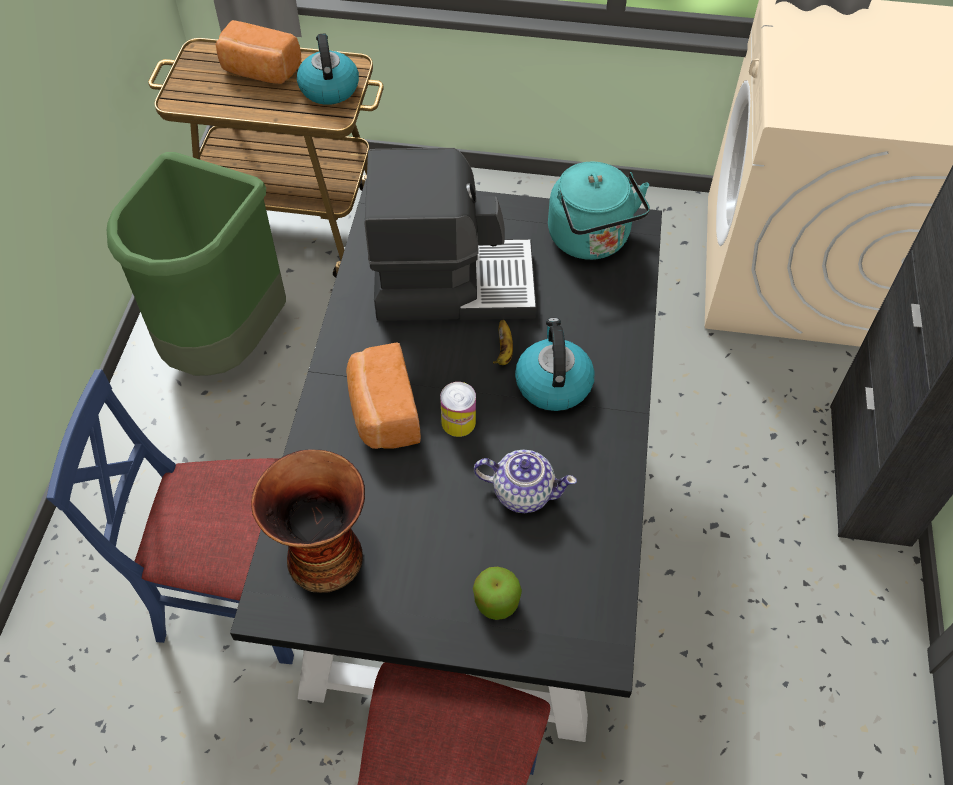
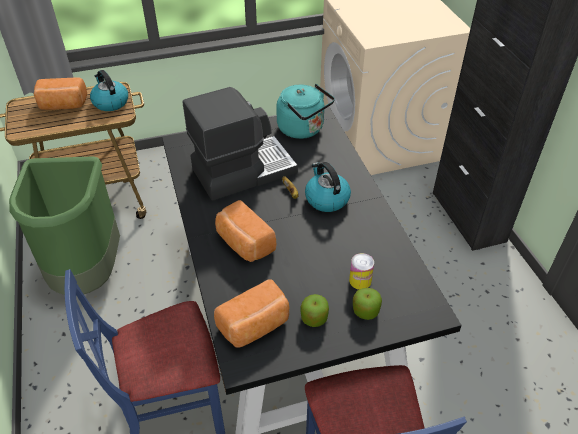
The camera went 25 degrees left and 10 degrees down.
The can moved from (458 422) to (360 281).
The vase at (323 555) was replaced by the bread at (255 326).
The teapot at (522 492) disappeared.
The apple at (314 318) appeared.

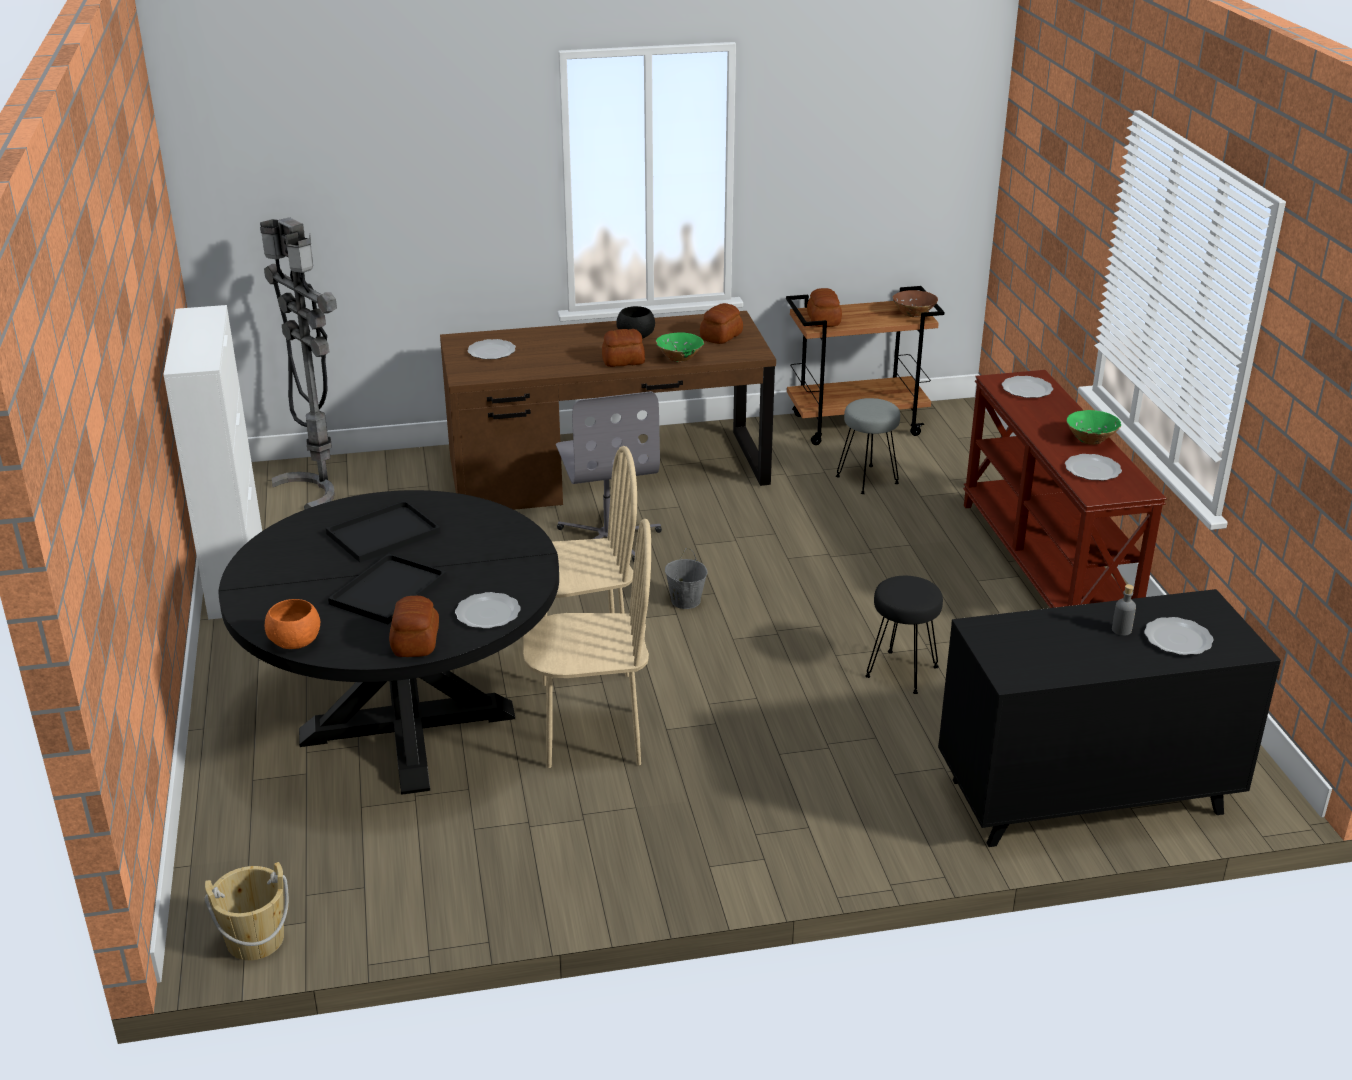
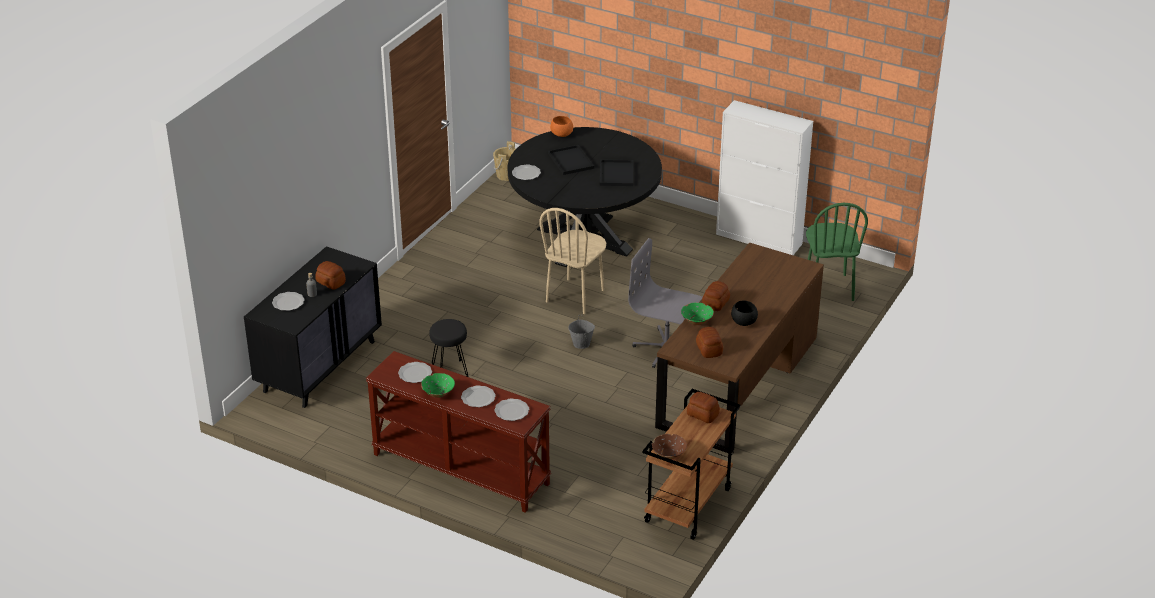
The camera went 130 degrees right and 5 degrees up.
The grey floor lamp at (319 487) was replaced by the green chair at (828 288).
The plate moved from (492 351) to (478 398).
The grey stool at (867 480) disappeared.
The beige chair at (593 739) disappeared.
The bread moved from (414 642) to (331 282).

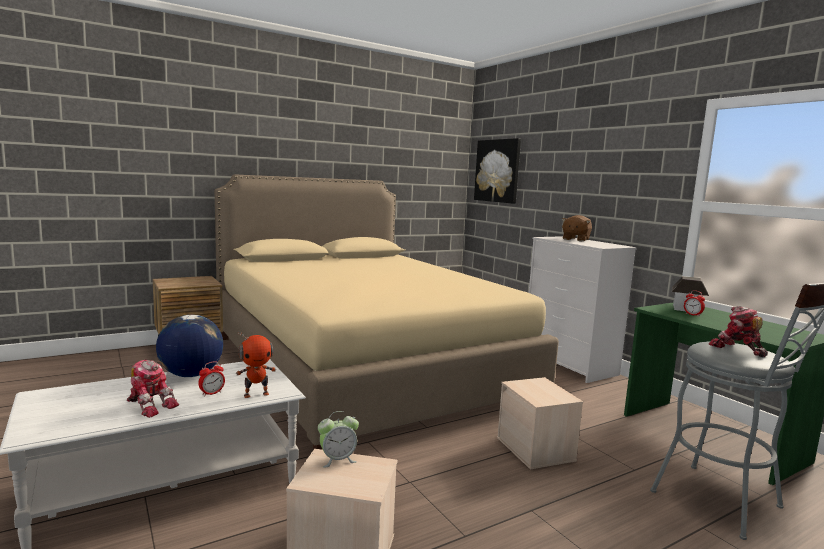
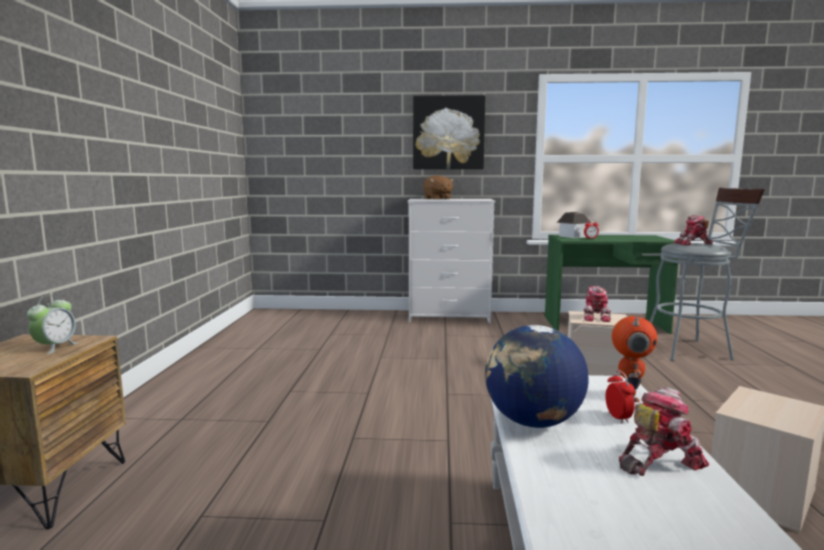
The camera went 55 degrees left and 0 degrees up.
The picture moved from (497 171) to (448 133).
The beige bed at (362 367) disappeared.
The alarm clock moved from (337 459) to (55 347).
The toy robot at (596 317) appeared.

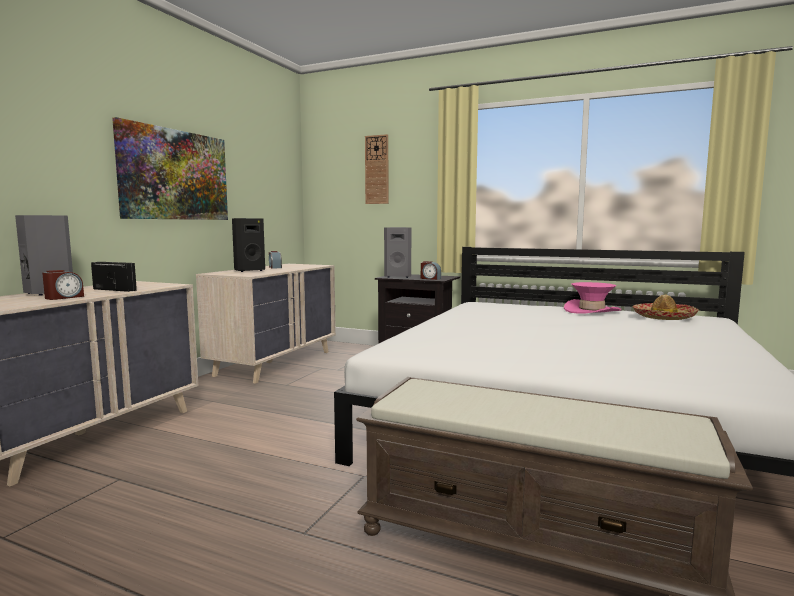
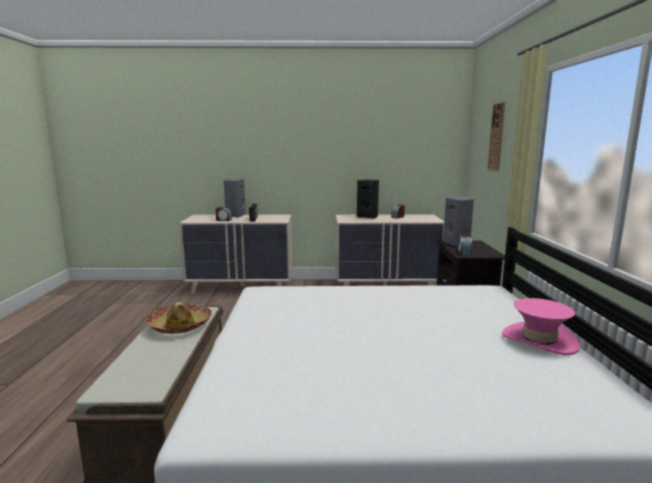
The camera went 65 degrees right and 5 degrees up.
The picture at (175 175) disappeared.
The hat moved from (664 317) to (180 325).

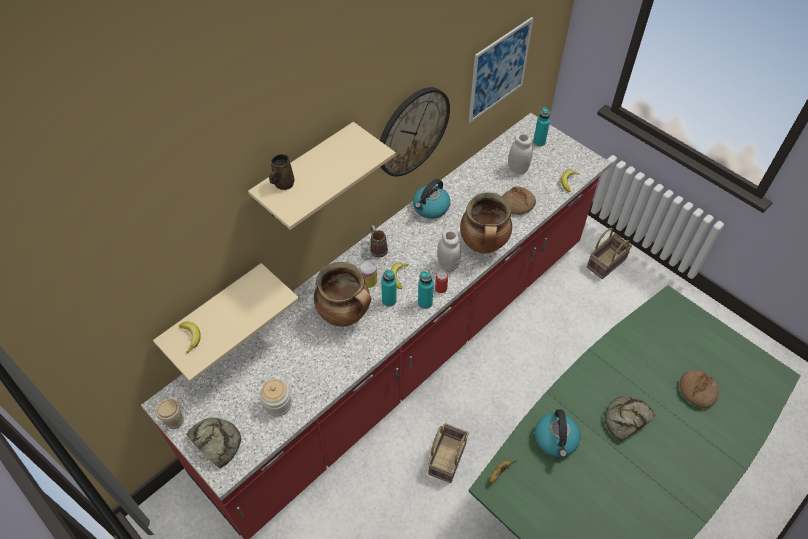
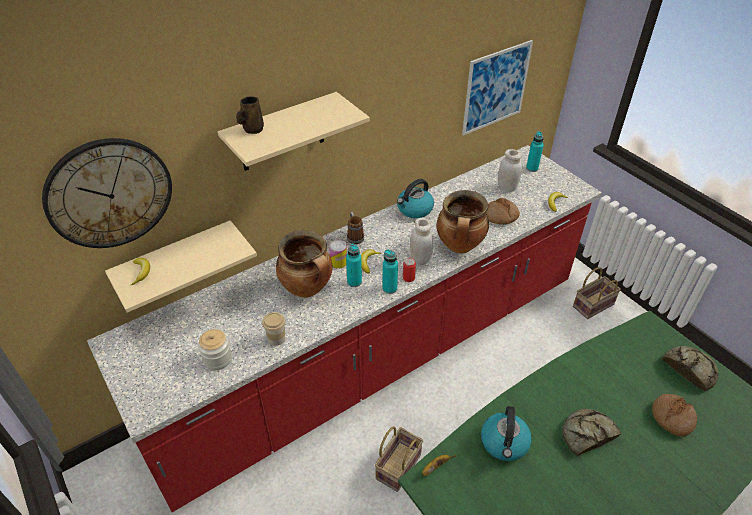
The camera went 10 degrees right and 10 degrees down.
The wall clock moved from (412 131) to (109 193).
The cup moved from (174 421) to (276 338).
The bread moved from (215 442) to (690 369).

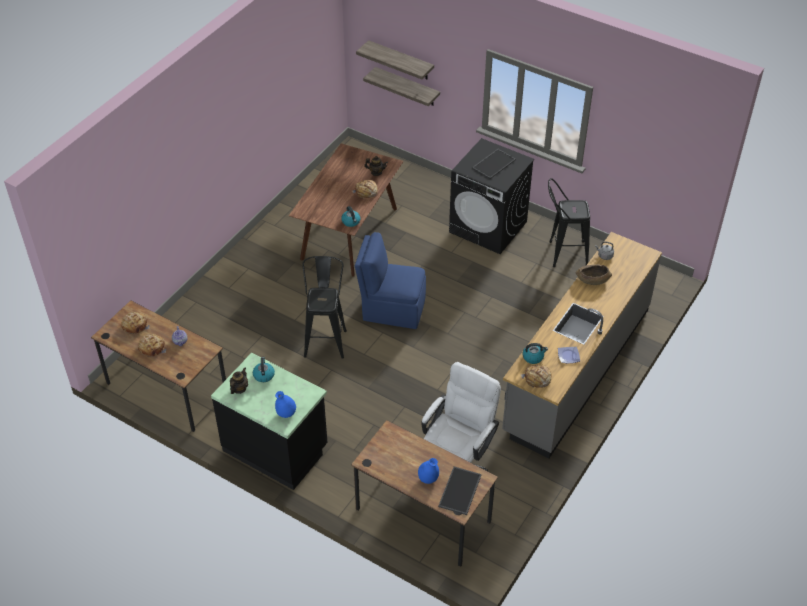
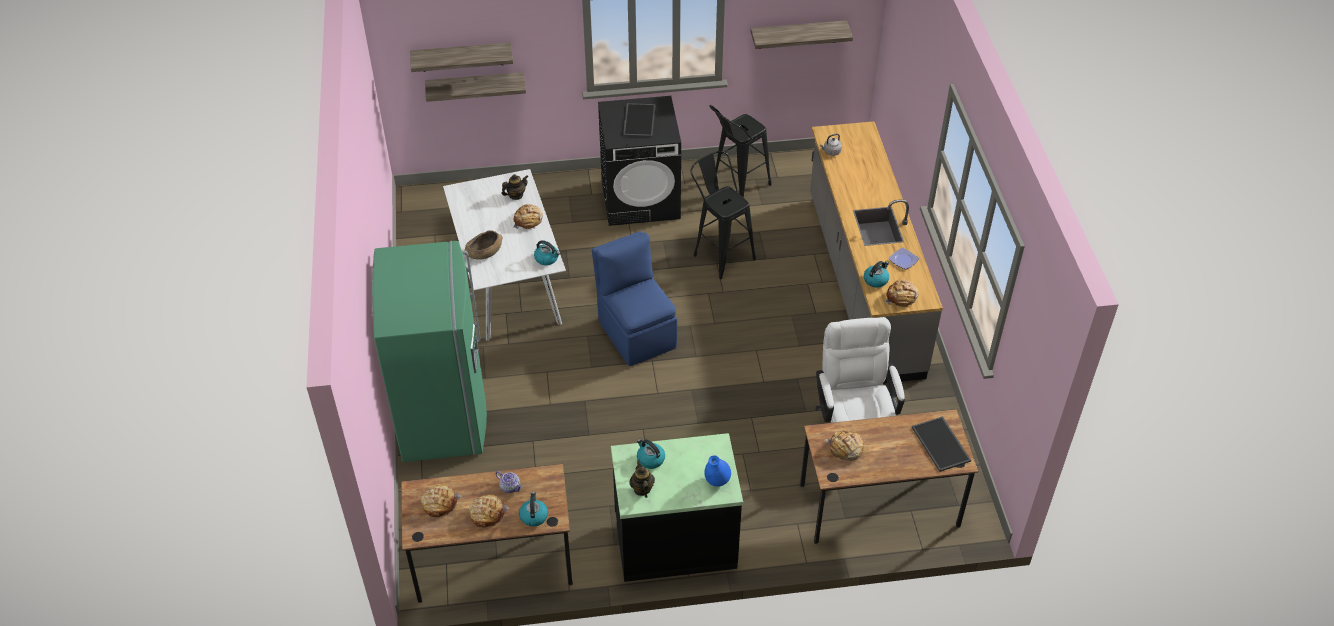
The camera went 40 degrees left and 0 degrees up.
The brown dining table at (349 233) became the white dining table at (508 284).
The blue chair at (392 309) turned 90 degrees clockwise.
The black stool moved from (326 339) to (720 253).
The brown bowl moved from (592 280) to (484 252).
The blue vase at (428 479) disappeared.
The shelf at (797 34) appeared.
The green fridge at (444 414) appeared.
The bread at (845 449) appeared.
The kettle at (533 516) appeared.

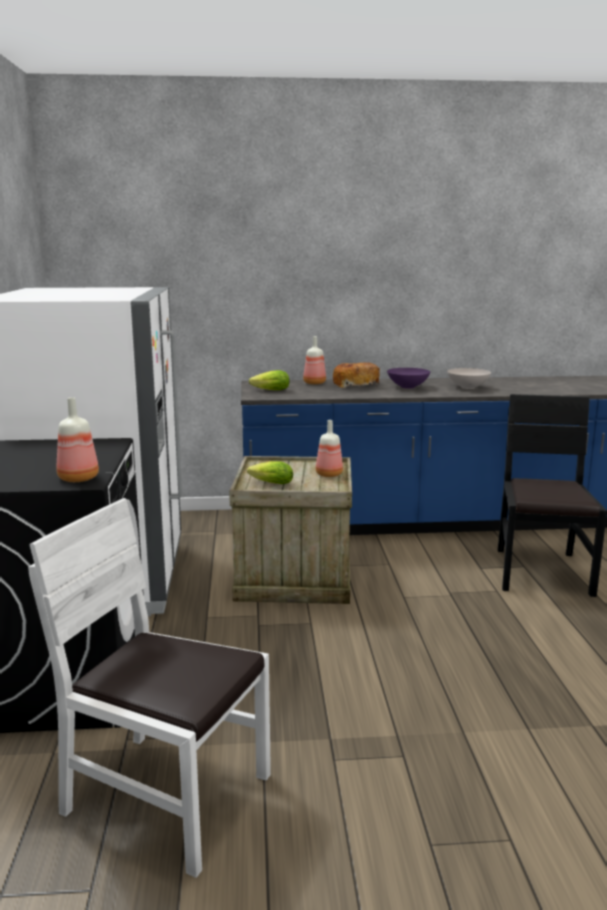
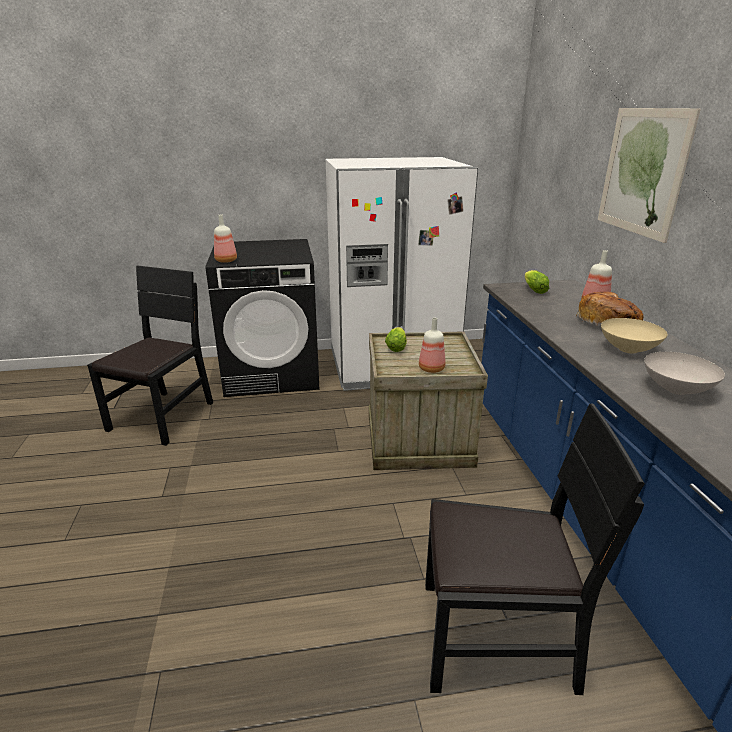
The camera went 85 degrees right and 10 degrees up.
The purple bowl at (407 387) became the beige bowl at (627 349).
The white chair at (167 796) became the black chair at (163 417).
The picture at (642 172) appeared.

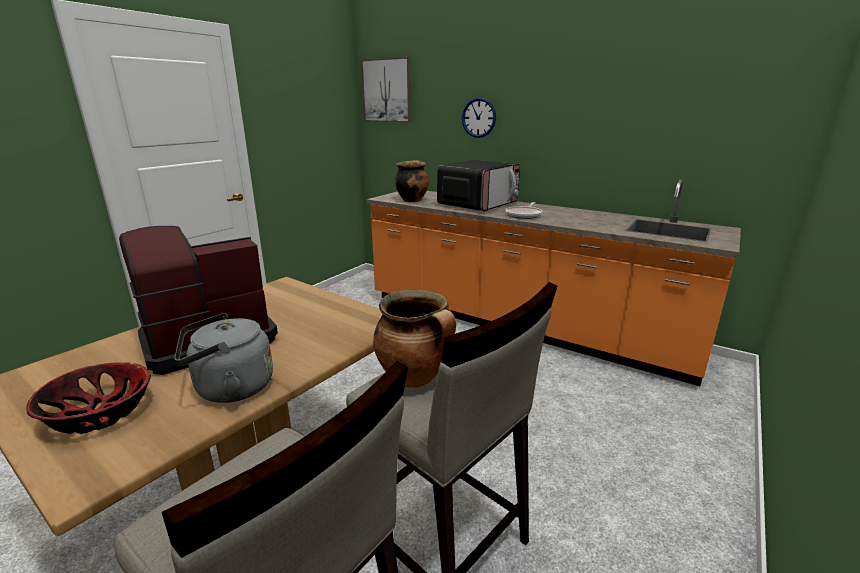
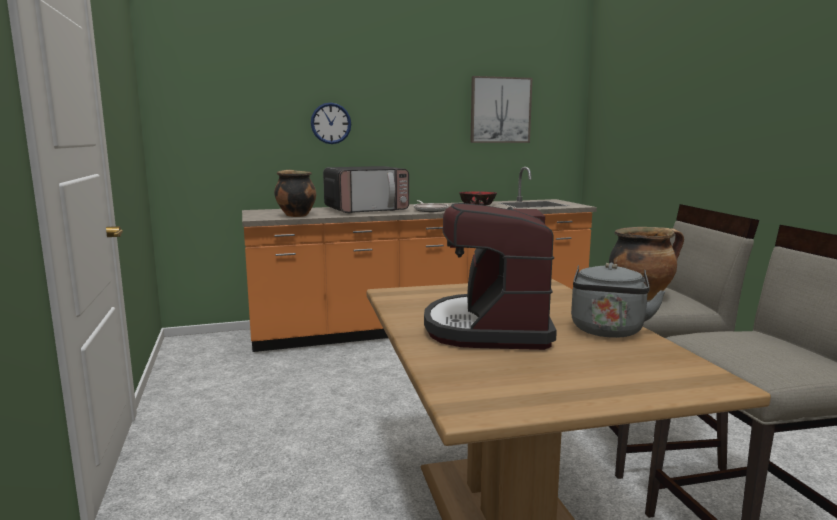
The camera went 50 degrees left and 10 degrees down.
The picture moved from (387 90) to (500 110).
The microwave at (478 204) turned 75 degrees clockwise.
The bowl moved from (100 413) to (477 204).

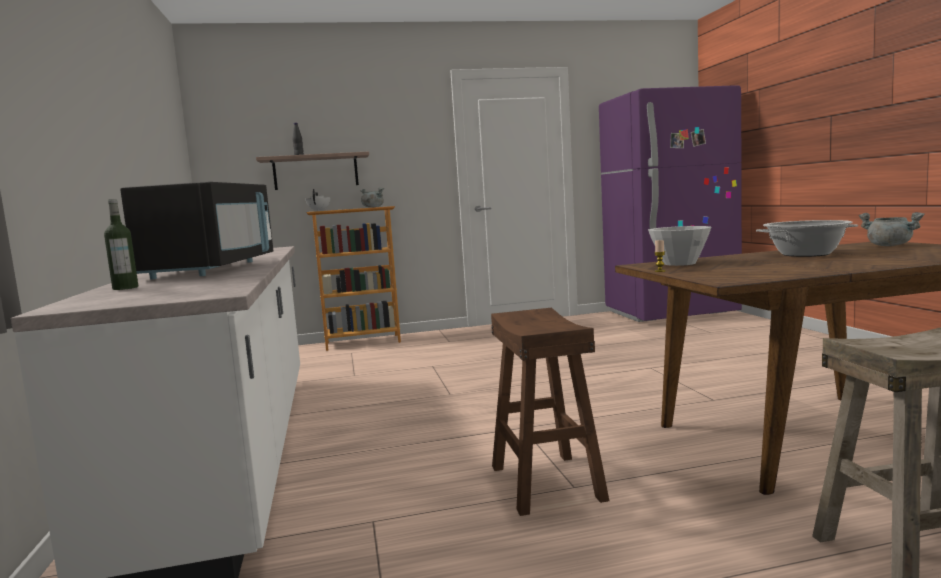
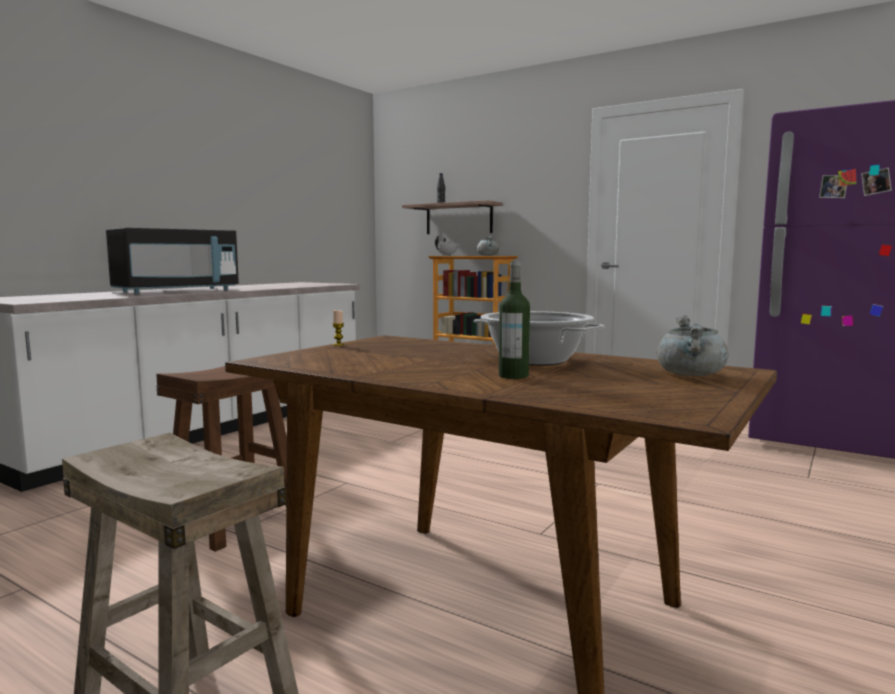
The camera went 45 degrees right and 0 degrees up.
The bottle moved from (125 288) to (513 376).
The white bowl at (679 263) disappeared.

